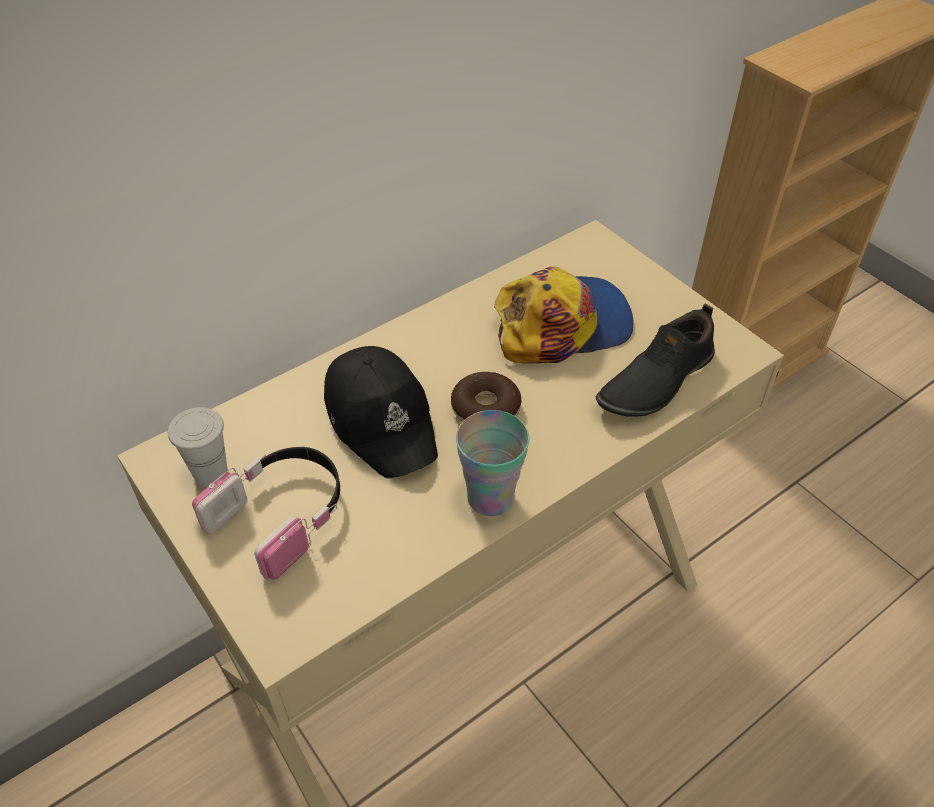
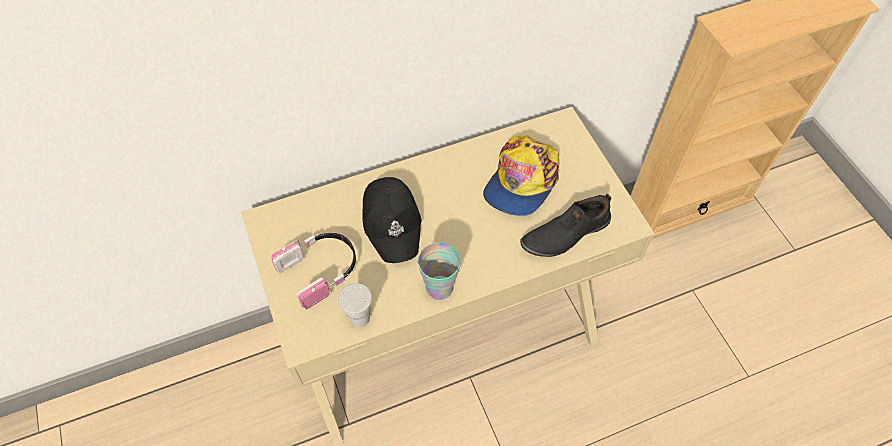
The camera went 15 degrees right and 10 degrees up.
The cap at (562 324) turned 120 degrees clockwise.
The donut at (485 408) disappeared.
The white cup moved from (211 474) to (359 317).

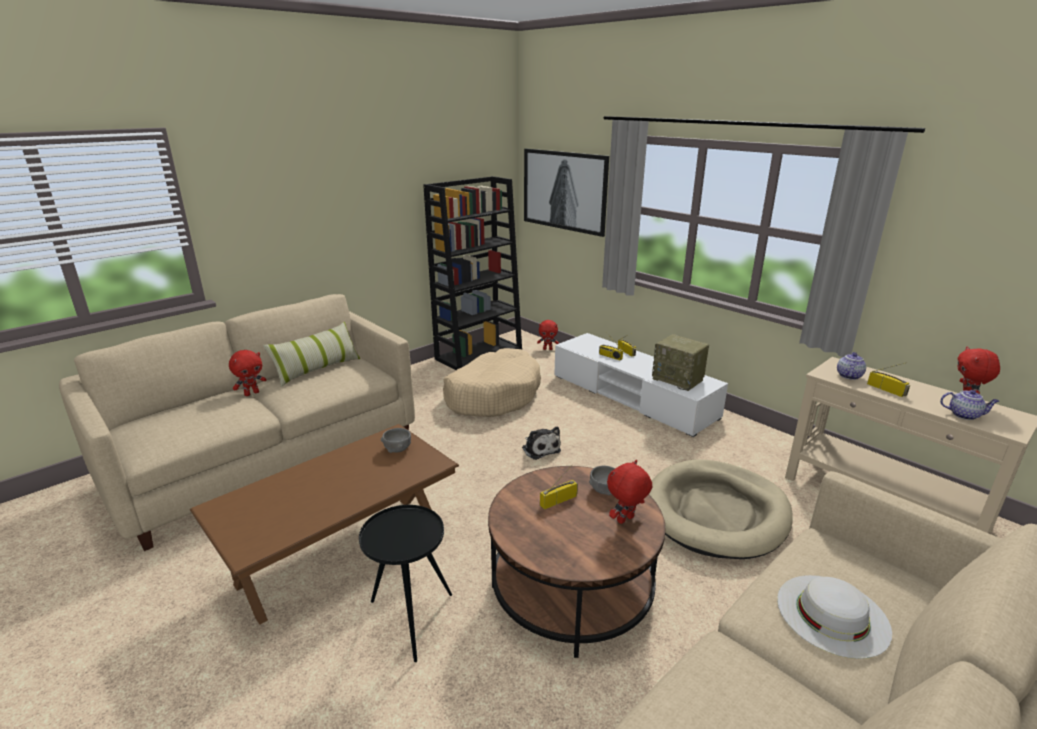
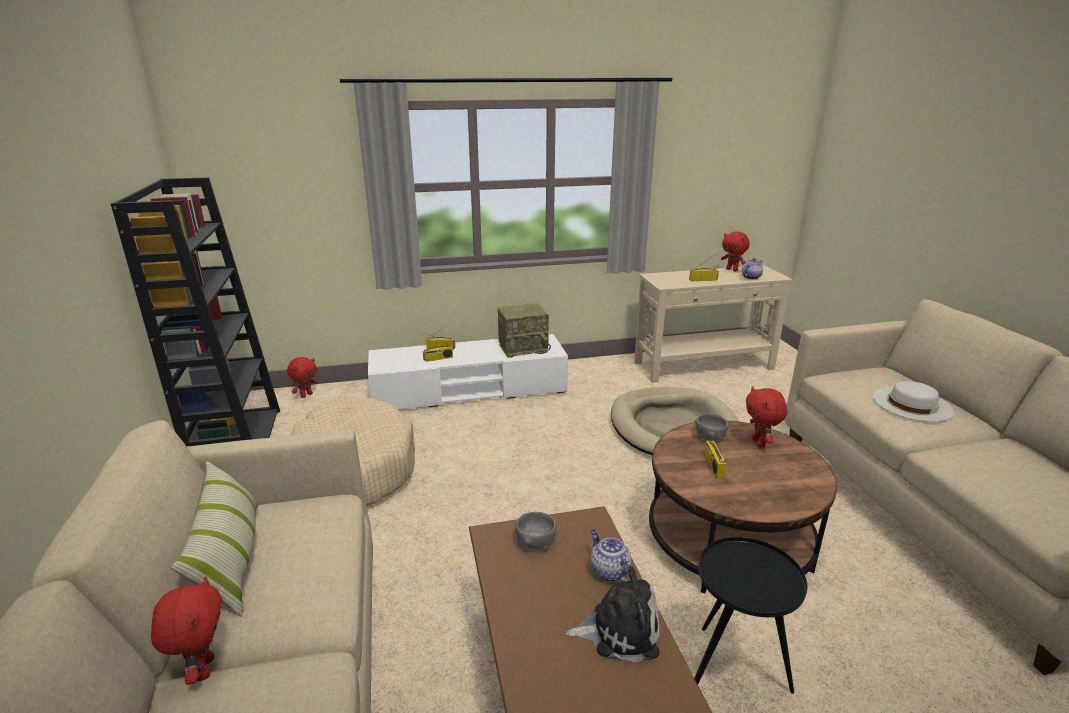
The camera went 60 degrees left and 0 degrees up.
The picture at (565 190) disappeared.
The teapot moved from (848 375) to (609 571).
The plush toy moved from (540 449) to (619 630).

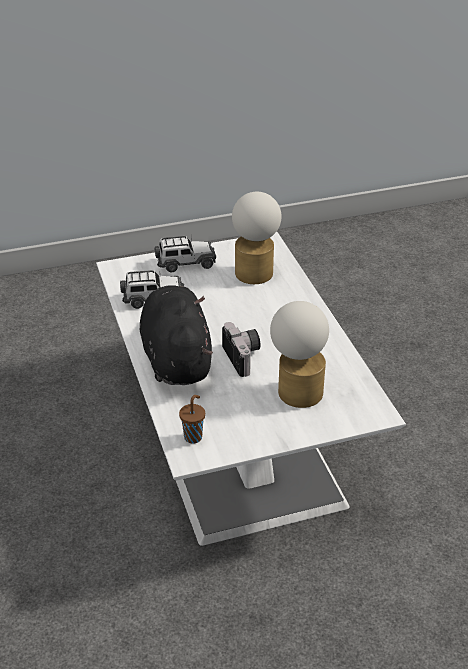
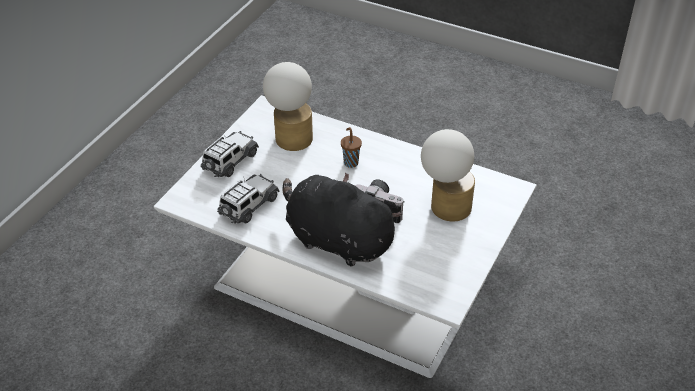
The camera went 45 degrees left and 5 degrees up.
The brown cup moved from (193 436) to (350 162).

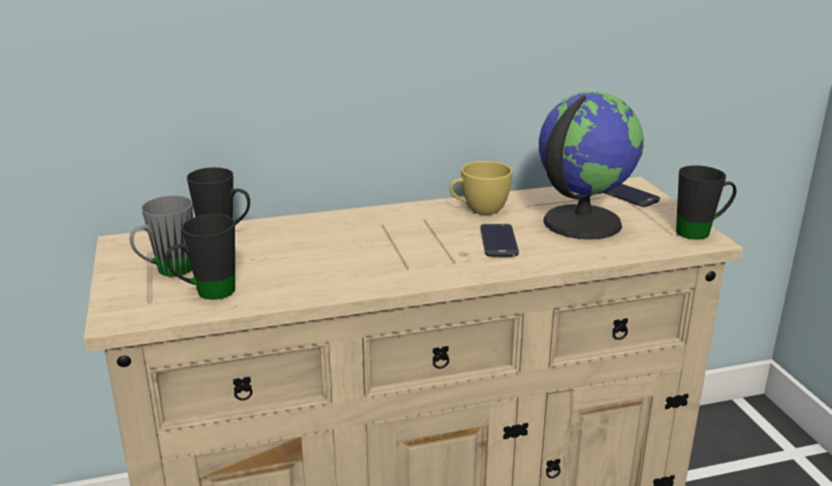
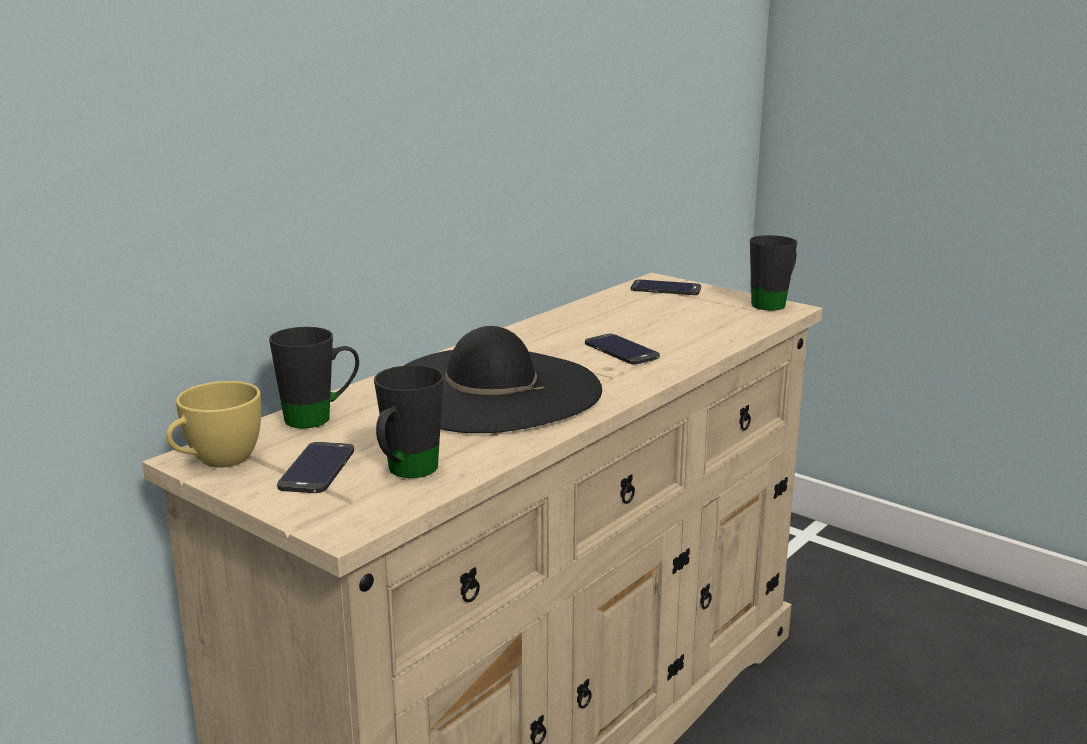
The camera went 35 degrees left and 5 degrees down.
The globe at (580 222) disappeared.
The yellow cup moved from (479 210) to (216 461).
The grey mug at (167 272) was replaced by the phone at (317 468).
The black hat at (490 389) appeared.

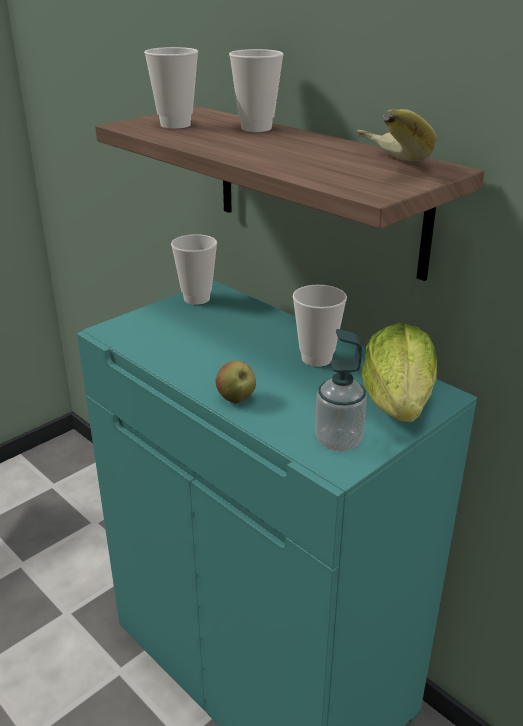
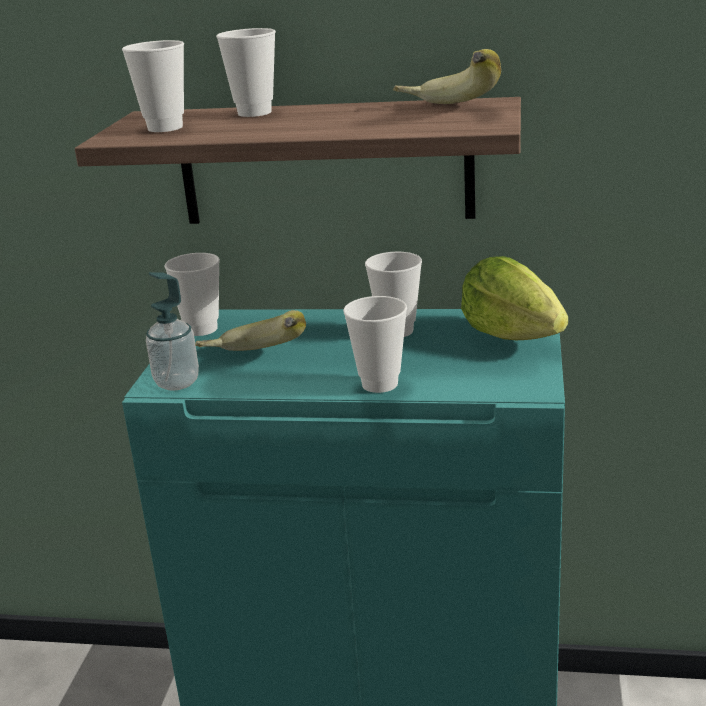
The camera went 35 degrees left and 5 degrees down.
The soap dispenser moved from (338 441) to (177 383).
The apple at (236 399) was replaced by the cup at (380 384).
The banana at (253 362) appeared.

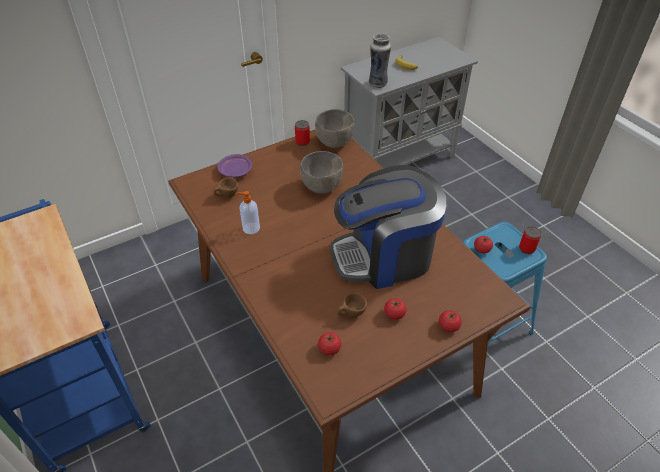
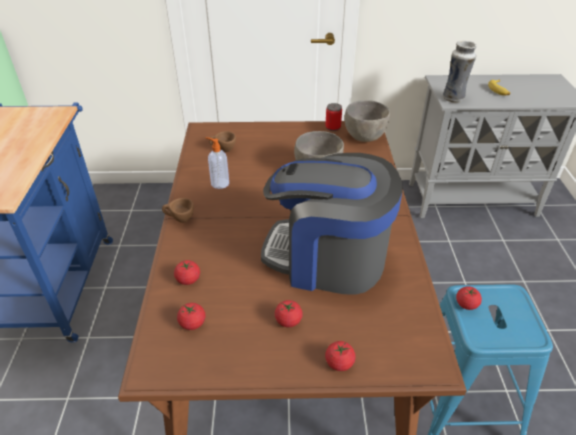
The camera went 30 degrees right and 5 degrees down.
The purple plate at (235 170) disappeared.
The can at (526 249) disappeared.
The brown cup moved from (351 314) to (180 220).
The tomato at (188 279) appeared.

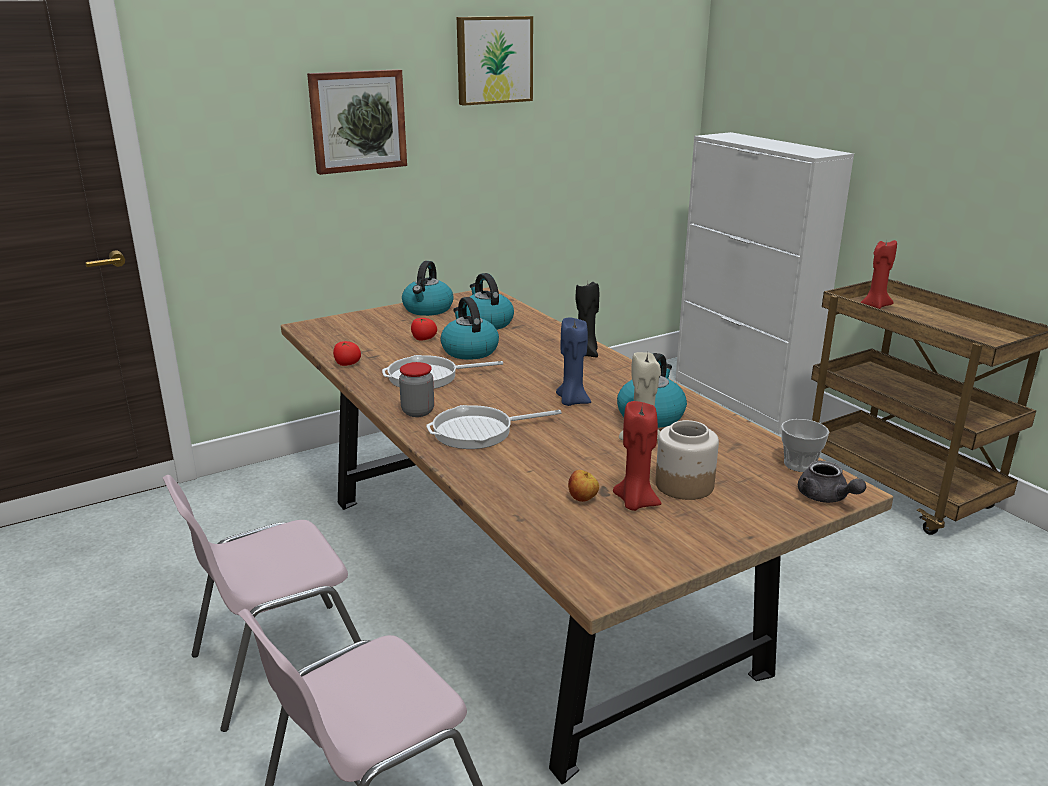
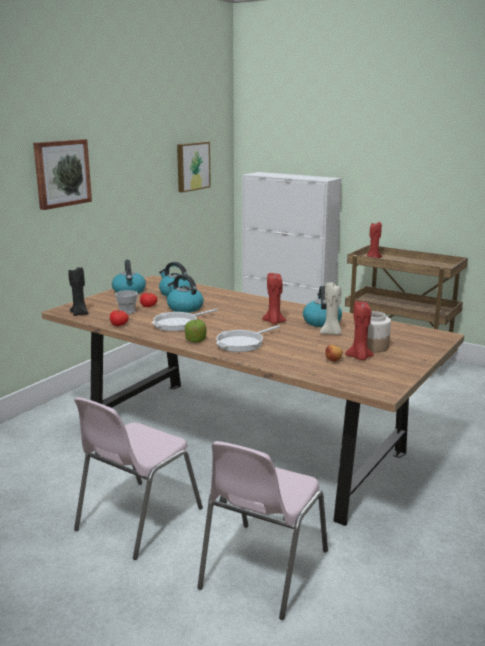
The camera went 25 degrees left and 5 degrees down.
The picture moved from (493 60) to (192 166).
The black candle moved from (586 354) to (80 313).
The blue candle at (572 401) became the red candle at (274 322).
The jar at (418 411) was replaced by the apple at (195 340).
The cup moved from (799 464) to (127 312).
The grey teapot at (826 498) disappeared.

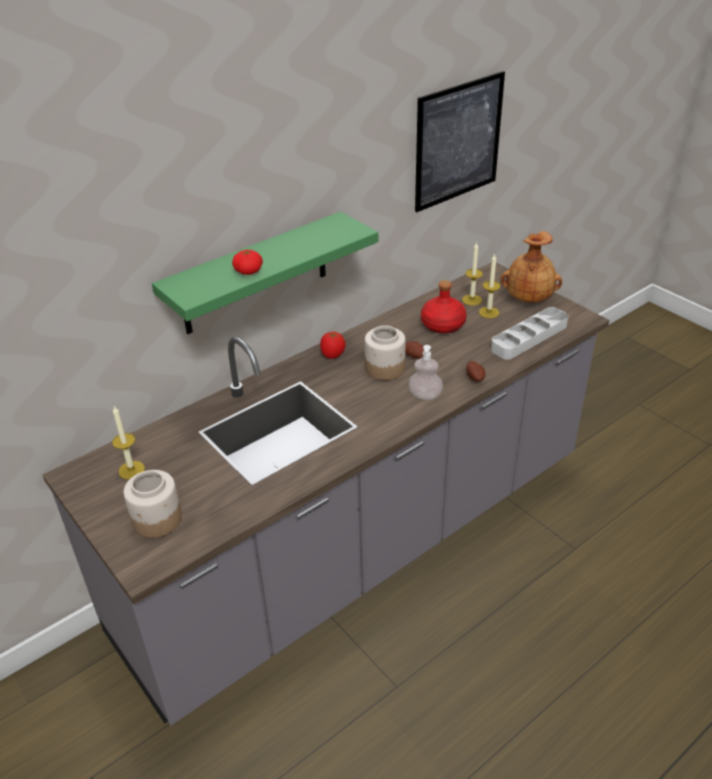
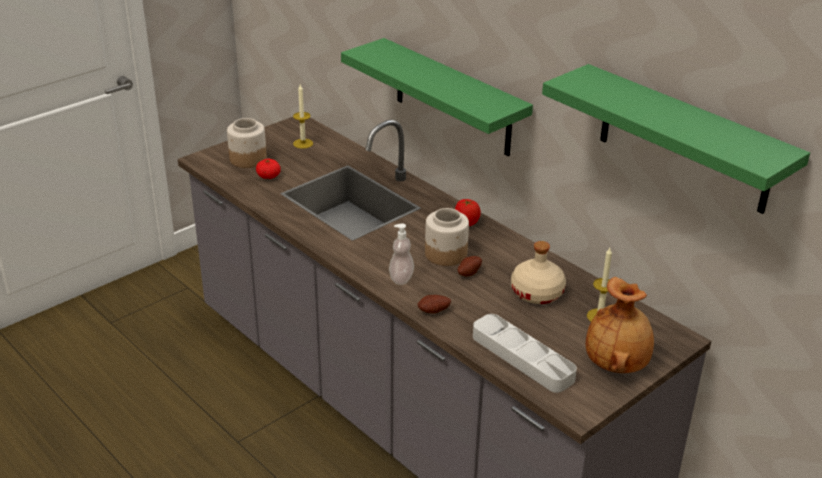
The camera went 85 degrees right and 5 degrees down.
The picture at (458 142) was replaced by the green shelf at (684 140).
The tomato moved from (248 271) to (268 176).
The candle at (489 312) disappeared.
The red bottle at (442 324) became the beige bottle at (537 292).

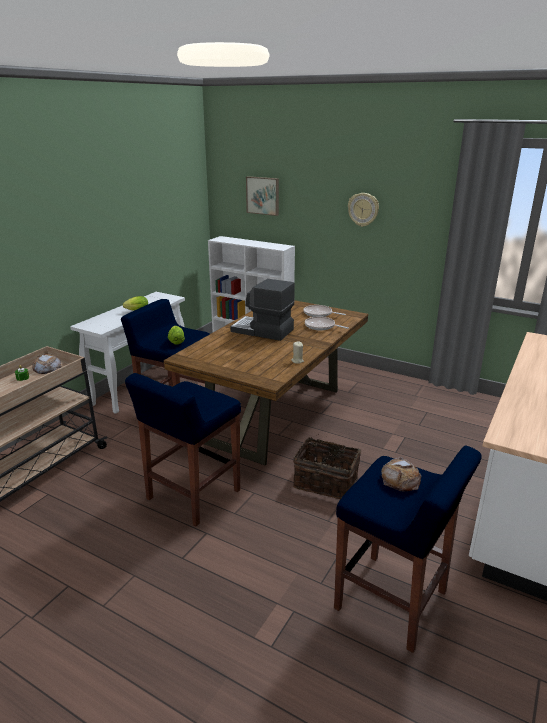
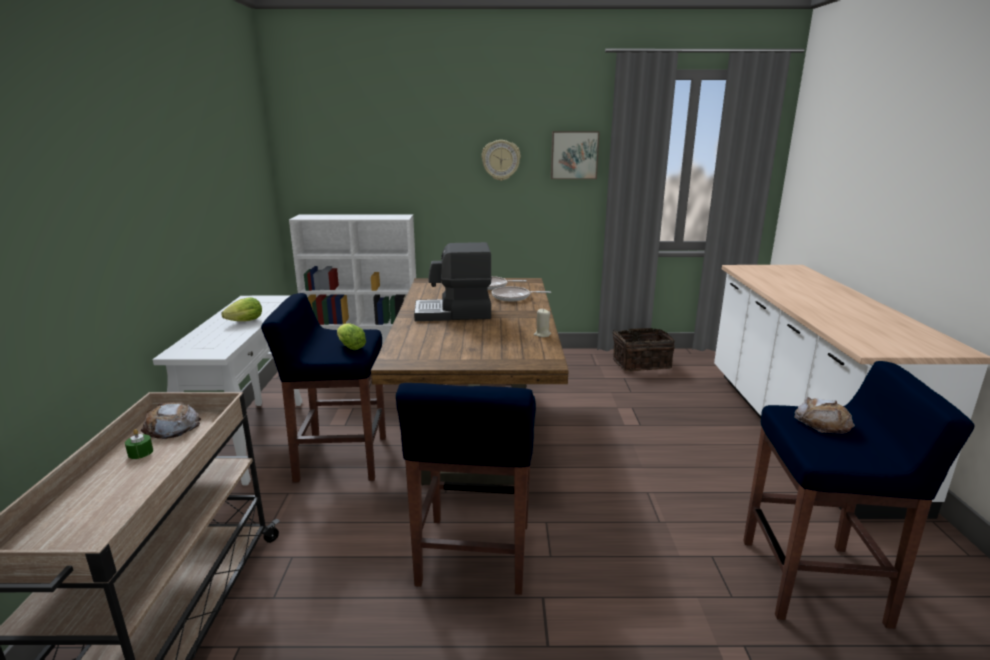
The camera went 30 degrees left and 5 degrees down.
The picture moved from (263 195) to (574 155).
The basket moved from (326 482) to (640 363).

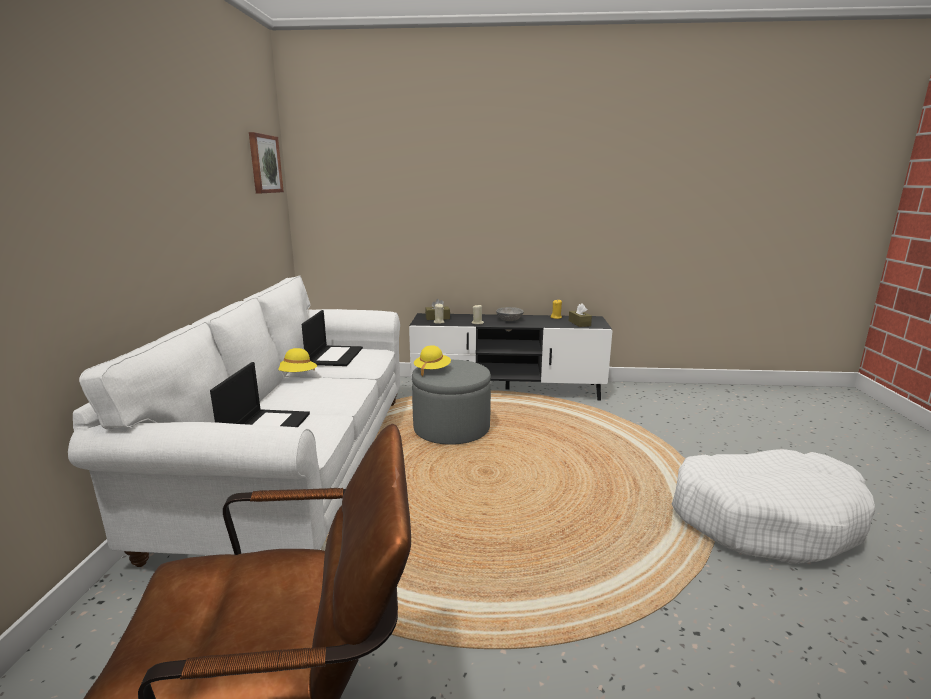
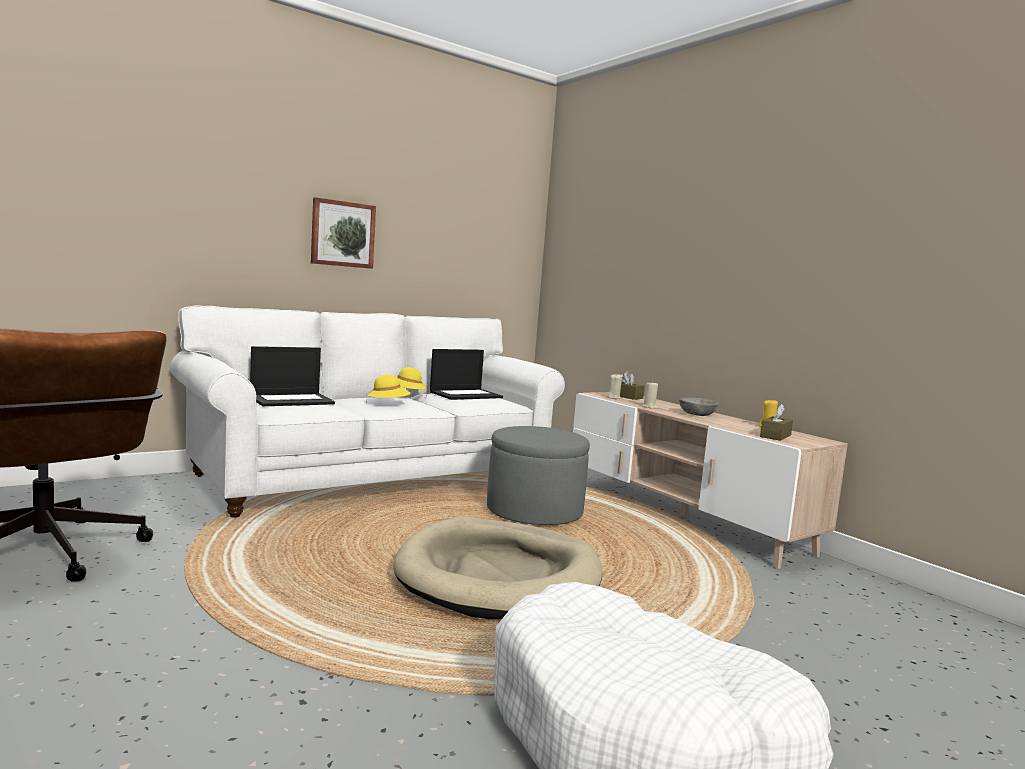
The camera went 50 degrees right and 10 degrees down.
The picture moved from (264 164) to (342 234).
The black tv stand at (507 389) became the beige tv stand at (682 516).
The yellow hat moved from (432 370) to (388 404).
The beige dog bed at (499 576) appeared.

